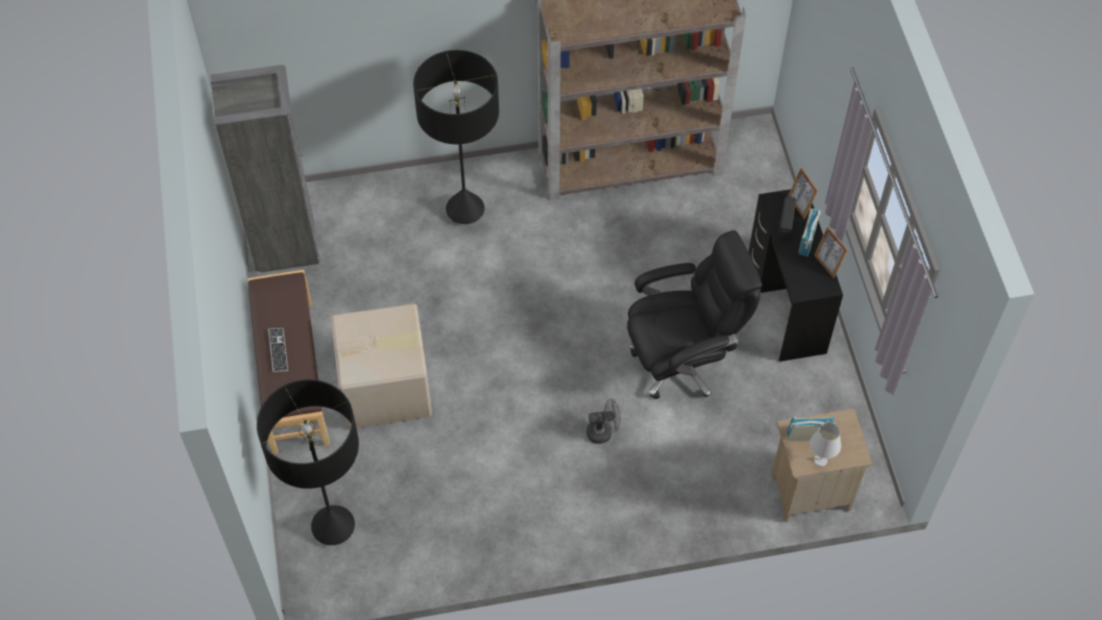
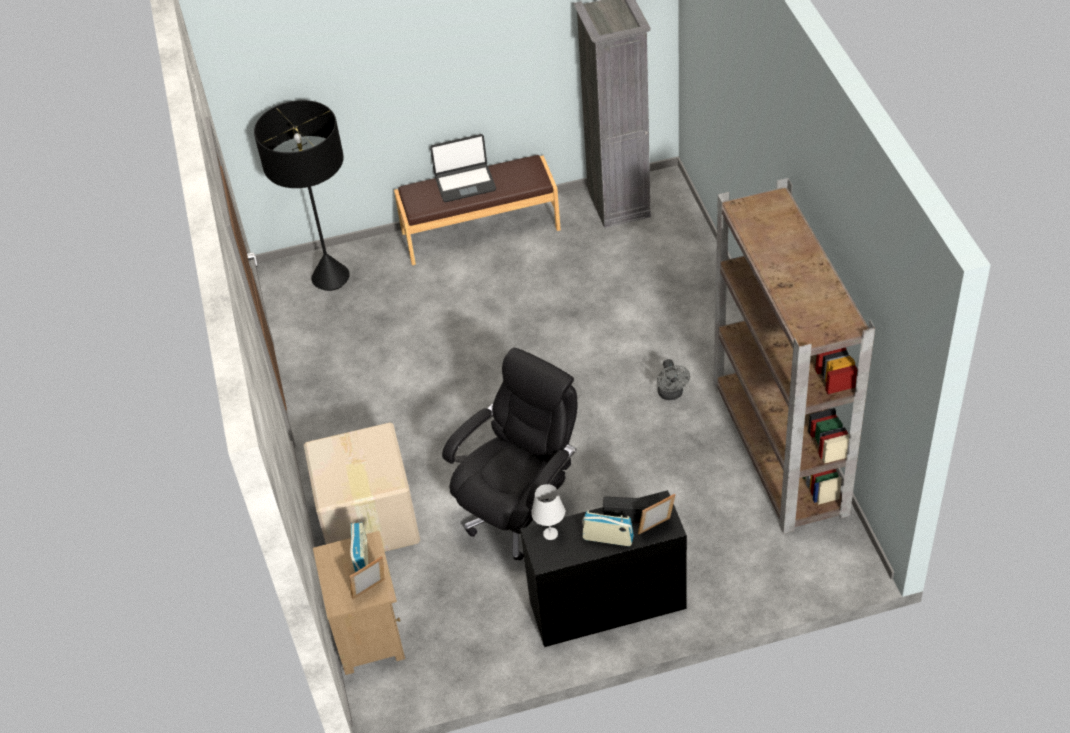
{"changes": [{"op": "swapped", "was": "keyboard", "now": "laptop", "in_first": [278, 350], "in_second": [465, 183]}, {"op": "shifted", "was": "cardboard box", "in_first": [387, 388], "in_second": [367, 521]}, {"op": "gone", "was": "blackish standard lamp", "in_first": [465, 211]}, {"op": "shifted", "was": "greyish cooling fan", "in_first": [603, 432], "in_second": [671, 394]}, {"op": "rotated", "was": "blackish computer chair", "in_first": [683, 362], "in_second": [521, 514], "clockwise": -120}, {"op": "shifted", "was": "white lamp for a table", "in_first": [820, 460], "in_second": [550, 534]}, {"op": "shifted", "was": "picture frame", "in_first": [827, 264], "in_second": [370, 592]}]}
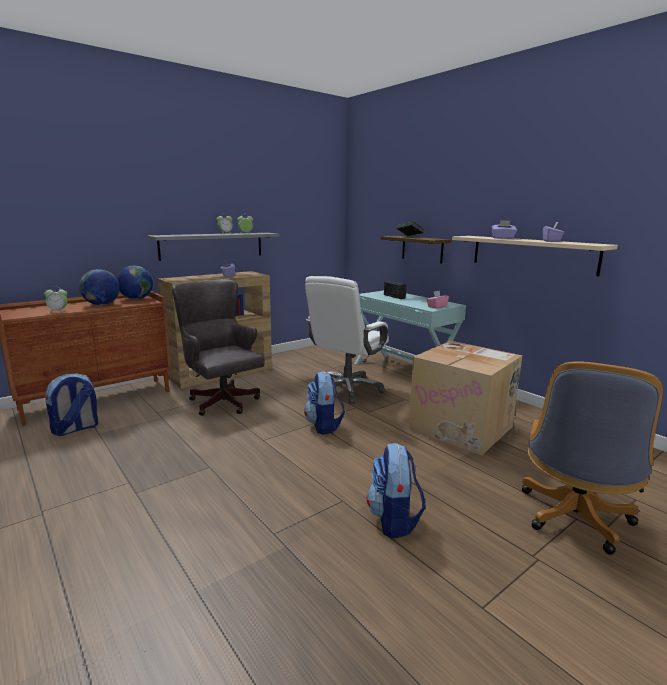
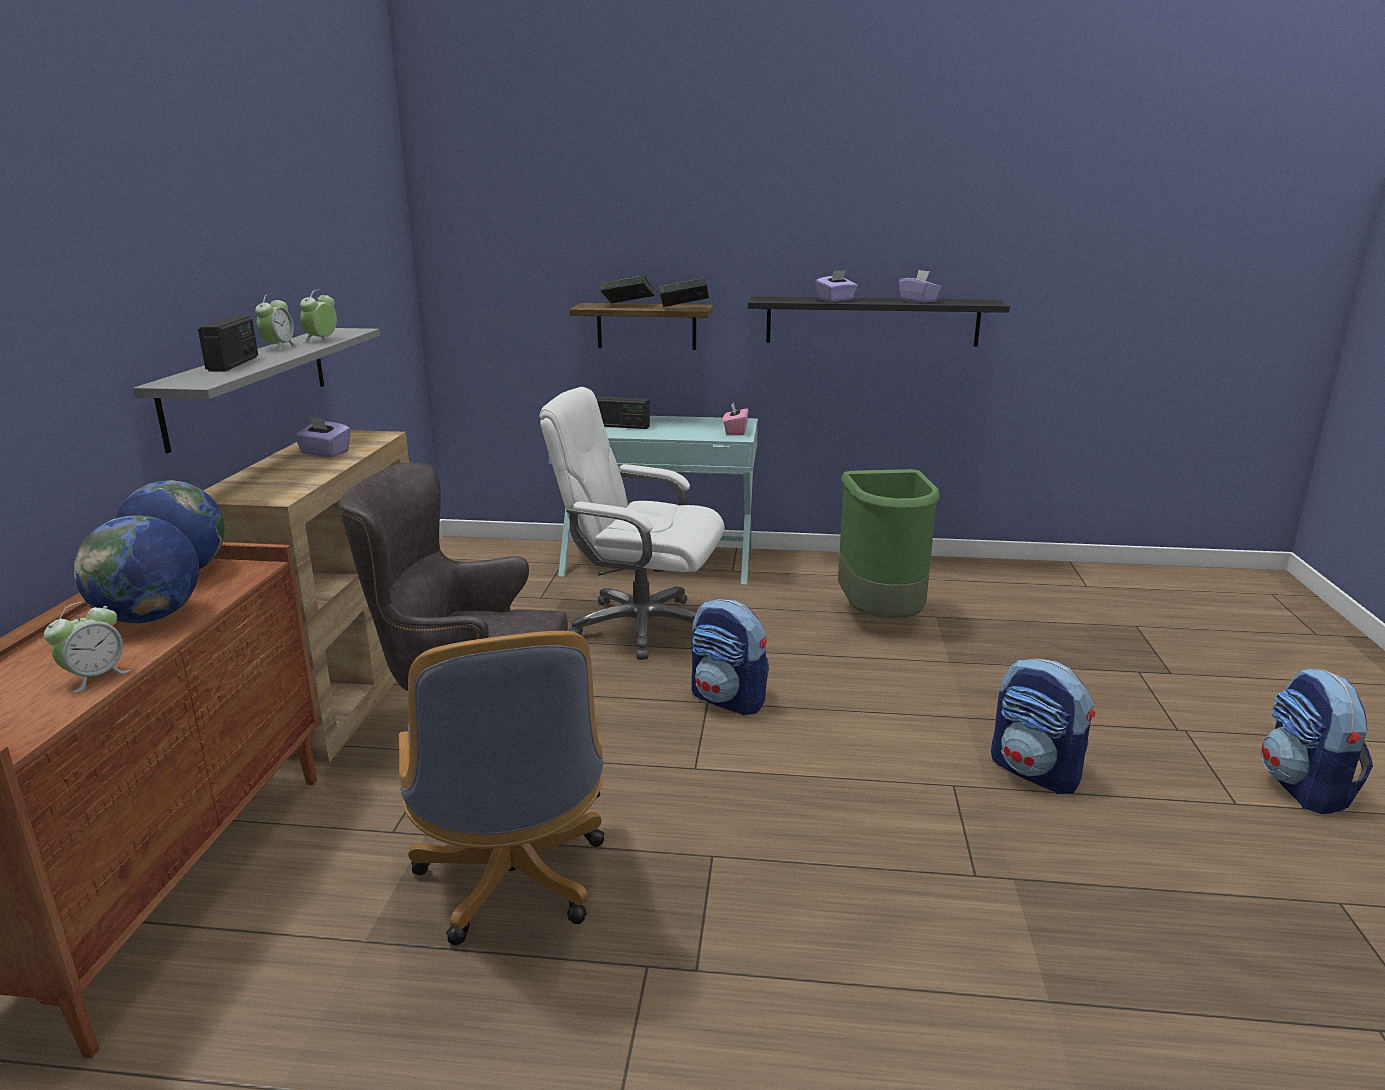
{"changes": [{"op": "shifted", "was": "backpack", "in_first": [75, 429], "in_second": [1304, 788]}, {"op": "rotated", "was": "white computer chair", "in_first": [347, 389], "in_second": [640, 626], "clockwise": 120}, {"op": "swapped", "was": "cardboard box", "now": "greenish waste bin", "in_first": [462, 427], "in_second": [882, 618]}, {"op": "repainted", "was": "beige wall shelf", "now": "blackish wall shelf", "in_first": [532, 254], "in_second": [872, 321]}, {"op": "shifted", "was": "bluish computer chair", "in_first": [574, 522], "in_second": [515, 890]}, {"op": "new", "now": "radio receiver", "in_second": [234, 364]}, {"op": "new", "now": "volume", "in_second": [684, 308]}]}
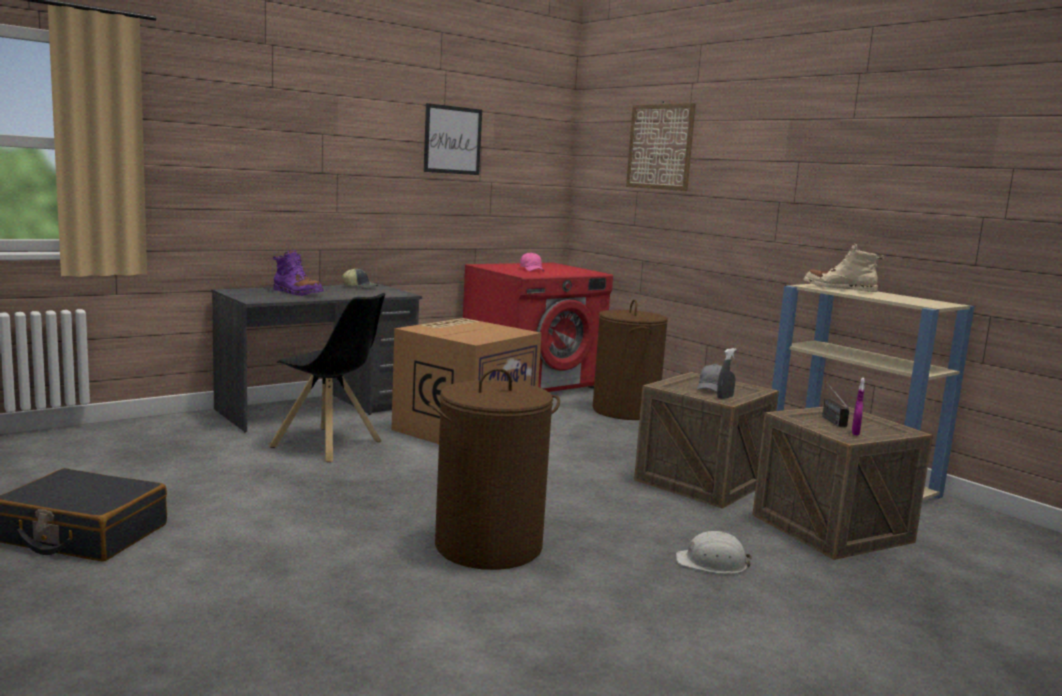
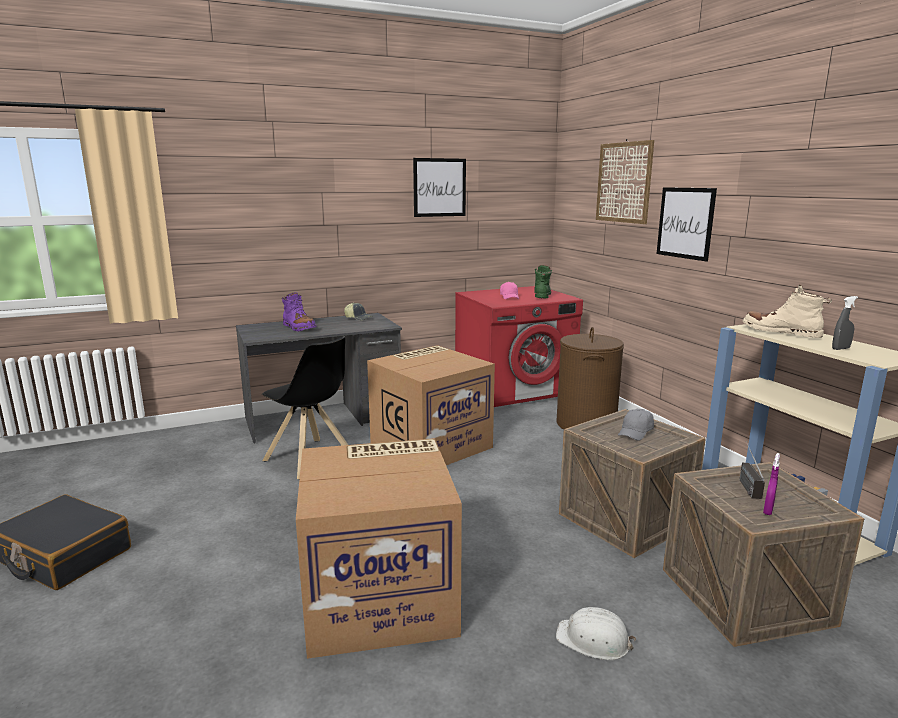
{"changes": [{"op": "swapped", "was": "brownish washing basket", "now": "cardboard box", "in_first": [488, 546], "in_second": [381, 595]}, {"op": "shifted", "was": "greyish spray bottle", "in_first": [724, 397], "in_second": [840, 348]}, {"op": "new", "now": "greenish high-top boot", "in_second": [542, 295]}, {"op": "new", "now": "wall art", "in_second": [685, 223]}]}
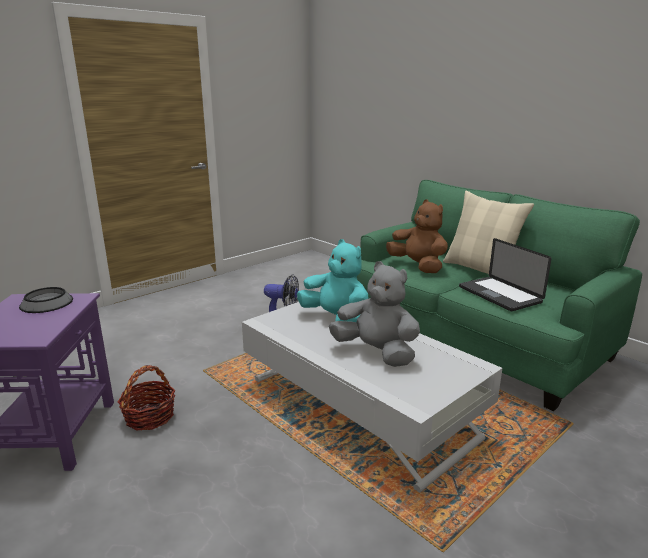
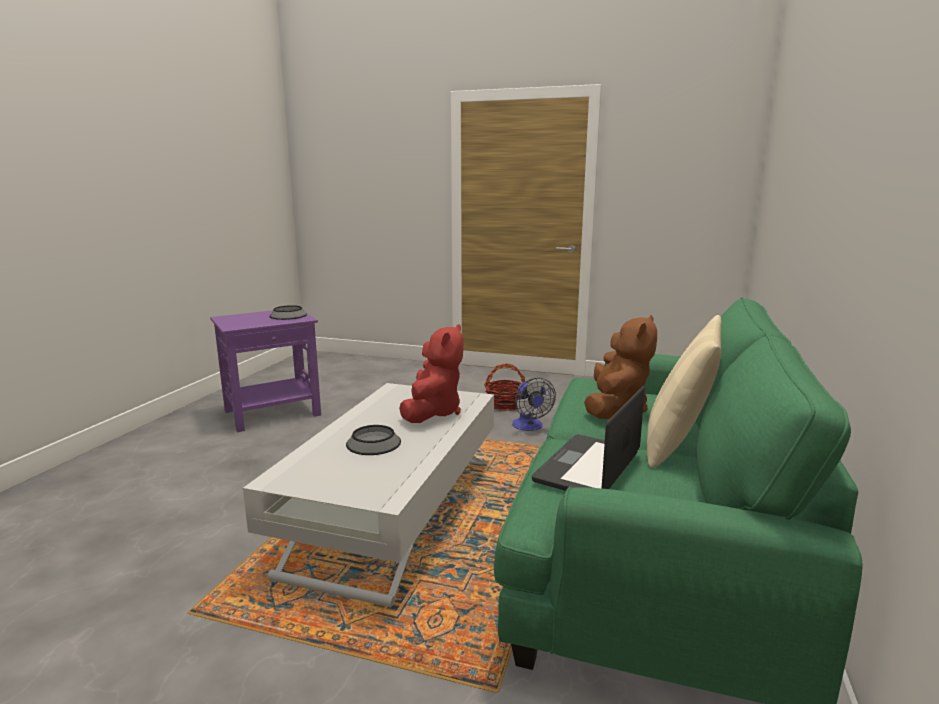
{"changes": [{"op": "shifted", "was": "household basket", "in_first": [150, 416], "in_second": [505, 404]}, {"op": "repainted", "was": "turquoise-coloured soft toy", "now": "reddish soft toy", "in_first": [336, 319], "in_second": [432, 412]}, {"op": "swapped", "was": "greyish soft toy", "now": "deep dish", "in_first": [376, 353], "in_second": [373, 443]}]}
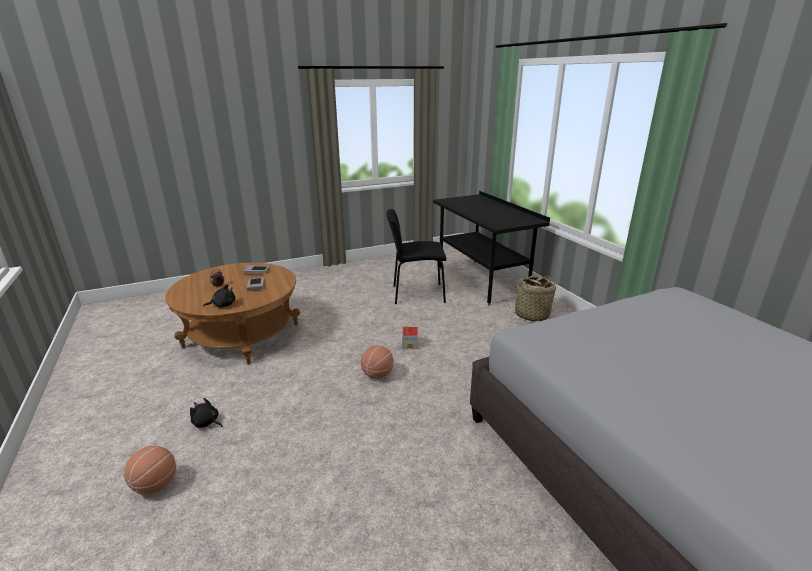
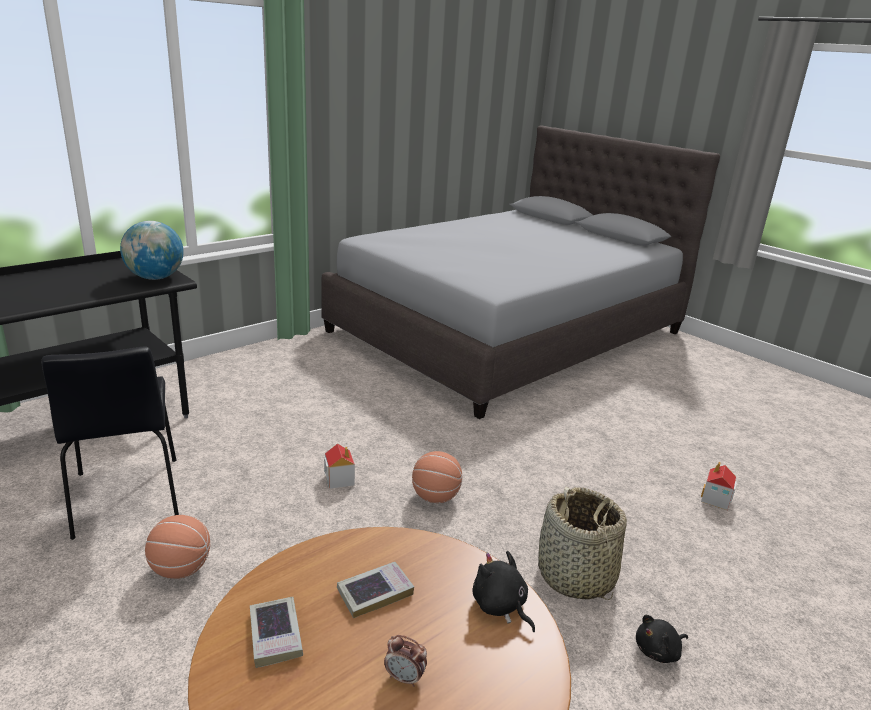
{"changes": [{"op": "shifted", "was": "ball for basketball", "in_first": [156, 485], "in_second": [180, 569]}, {"op": "rotated", "was": "blackish soft toy", "in_first": [207, 423], "in_second": [658, 651], "clockwise": 60}, {"op": "shifted", "was": "household basket", "in_first": [531, 315], "in_second": [576, 576]}, {"op": "new", "now": "world globe", "in_second": [155, 278]}, {"op": "new", "now": "model house", "in_second": [715, 499]}]}
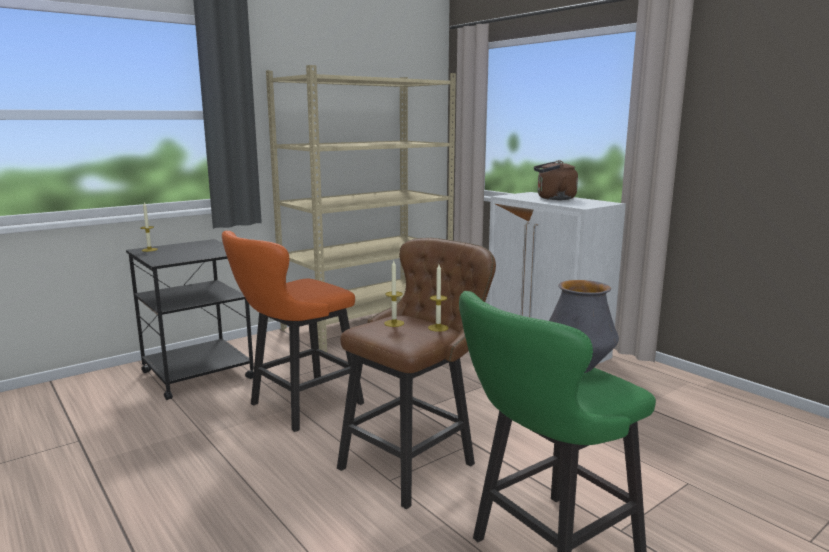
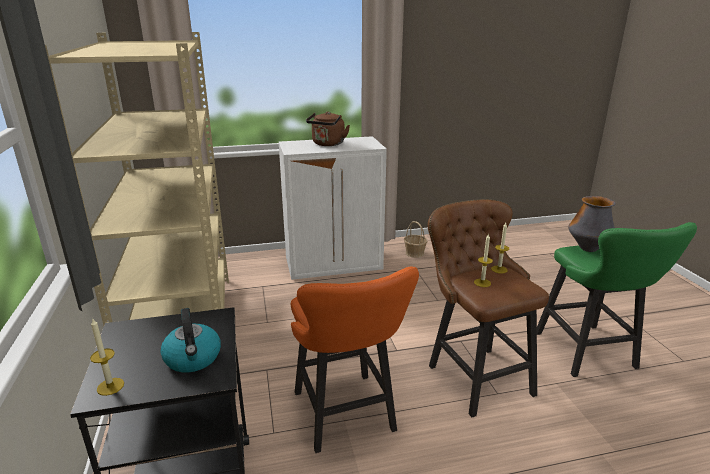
{"changes": [{"op": "new", "now": "kettle", "in_second": [193, 358]}, {"op": "new", "now": "household basket", "in_second": [414, 253]}]}
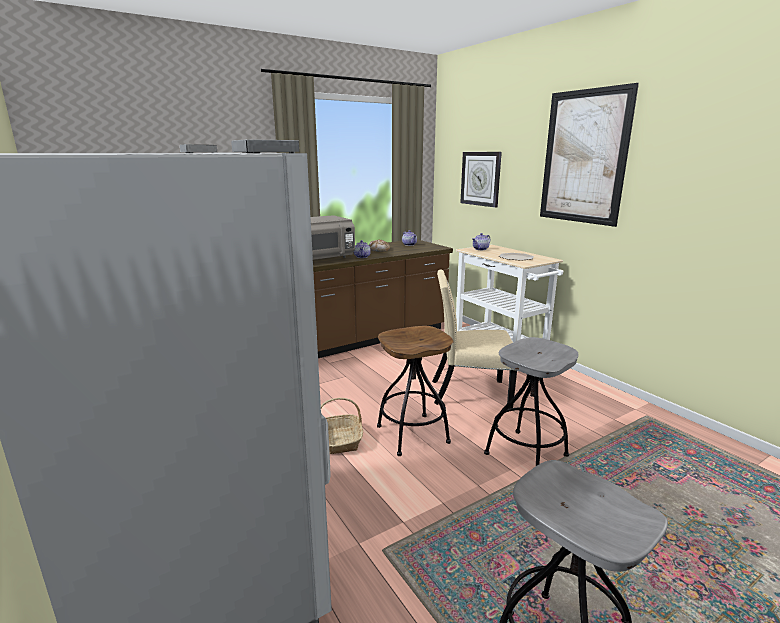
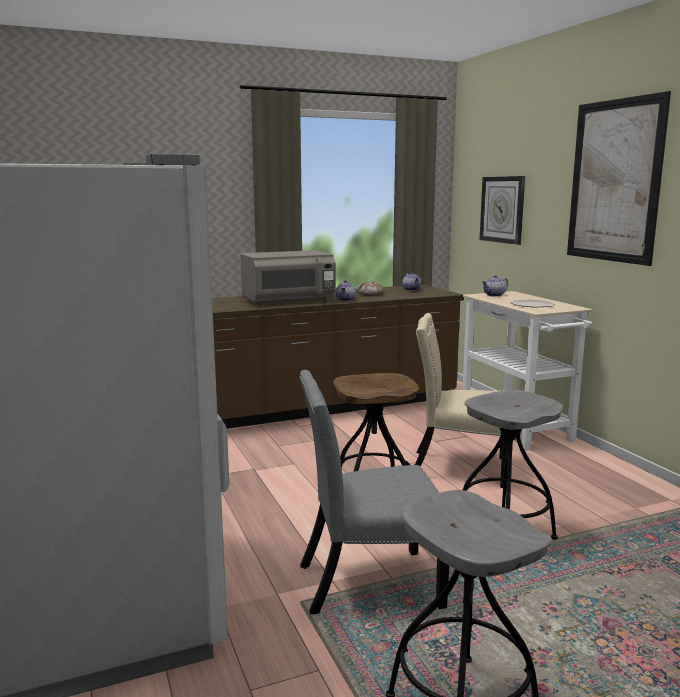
{"changes": [{"op": "gone", "was": "household basket", "in_first": [340, 440]}, {"op": "new", "now": "greyish upright chair", "in_second": [372, 583]}]}
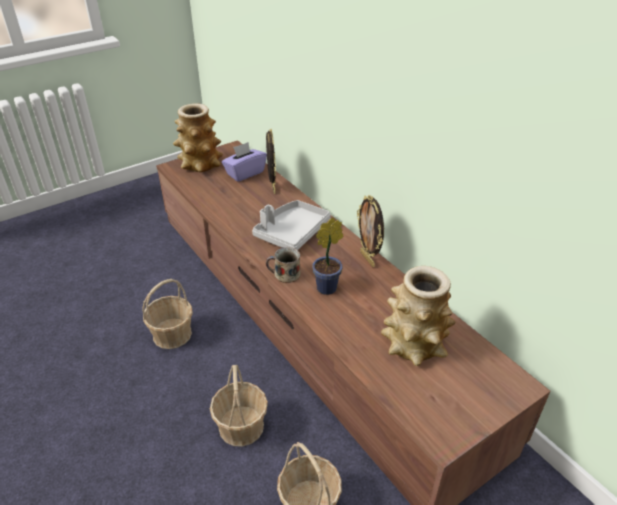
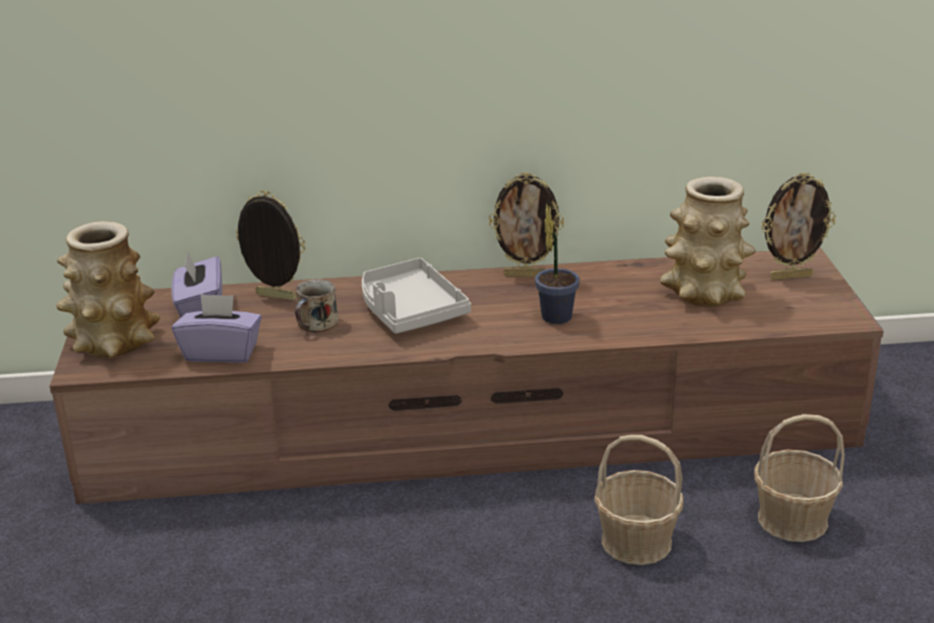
{"changes": [{"op": "gone", "was": "household basket", "in_first": [172, 334]}, {"op": "shifted", "was": "tea mug", "in_first": [285, 274], "in_second": [316, 323]}, {"op": "new", "now": "purple box of tissues", "in_second": [221, 352]}, {"op": "new", "now": "picture frame", "in_second": [791, 277]}]}
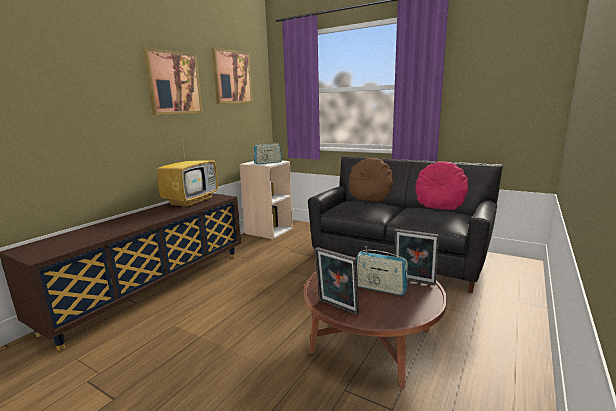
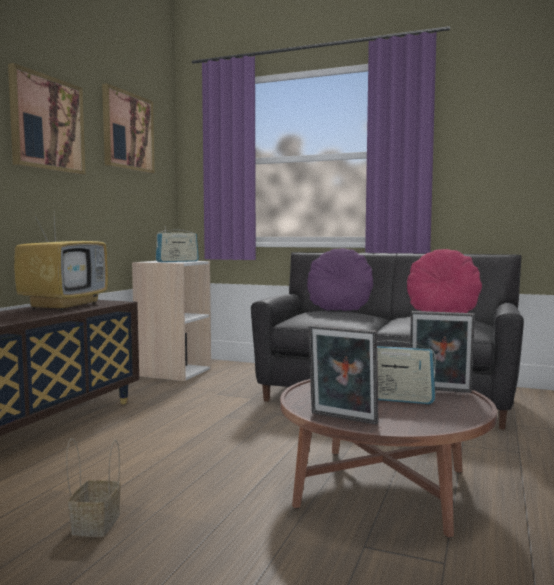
{"changes": [{"op": "repainted", "was": "brownish cushion", "now": "purple cushion", "in_first": [370, 200], "in_second": [339, 310]}, {"op": "new", "now": "household basket", "in_second": [96, 523]}]}
